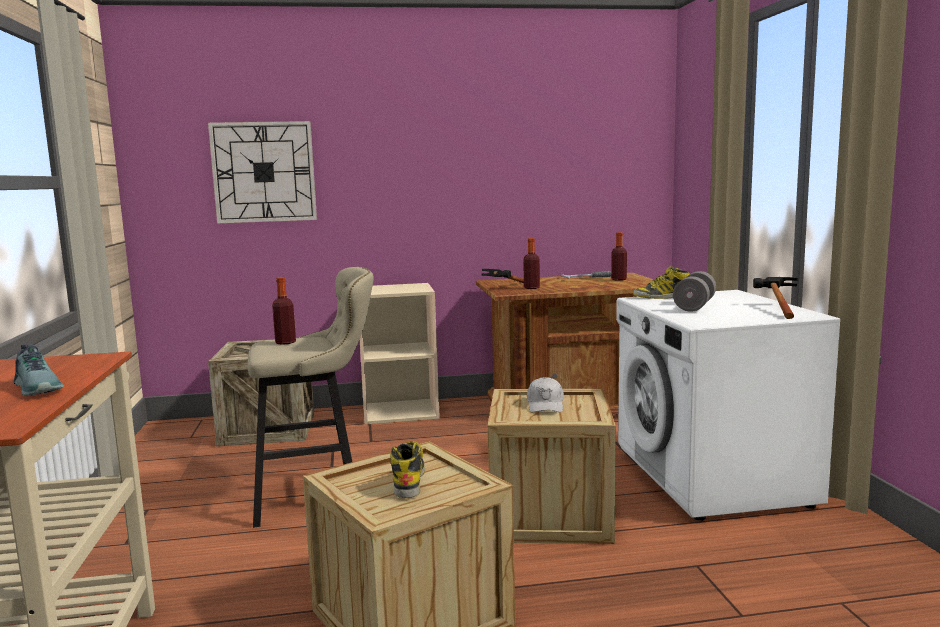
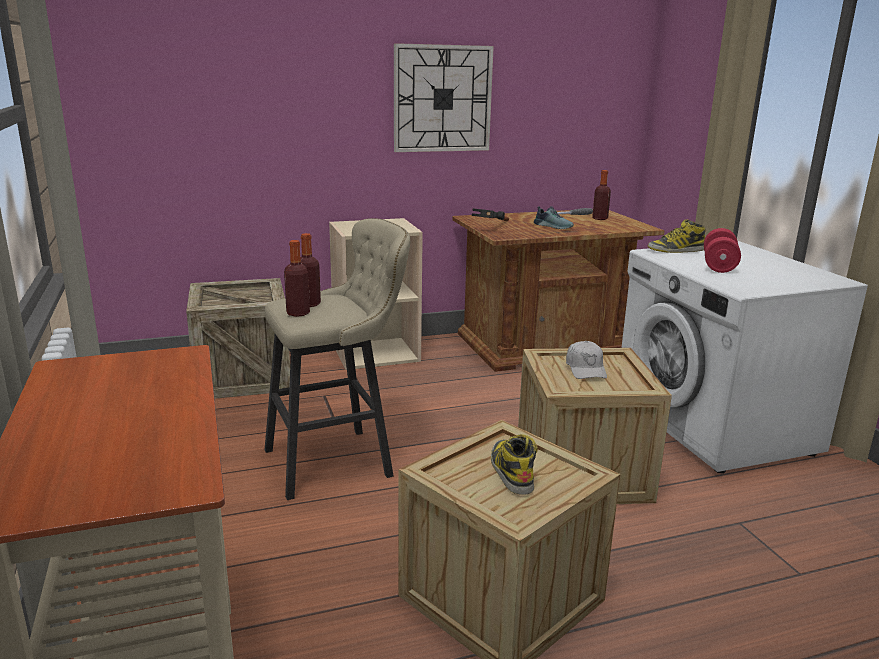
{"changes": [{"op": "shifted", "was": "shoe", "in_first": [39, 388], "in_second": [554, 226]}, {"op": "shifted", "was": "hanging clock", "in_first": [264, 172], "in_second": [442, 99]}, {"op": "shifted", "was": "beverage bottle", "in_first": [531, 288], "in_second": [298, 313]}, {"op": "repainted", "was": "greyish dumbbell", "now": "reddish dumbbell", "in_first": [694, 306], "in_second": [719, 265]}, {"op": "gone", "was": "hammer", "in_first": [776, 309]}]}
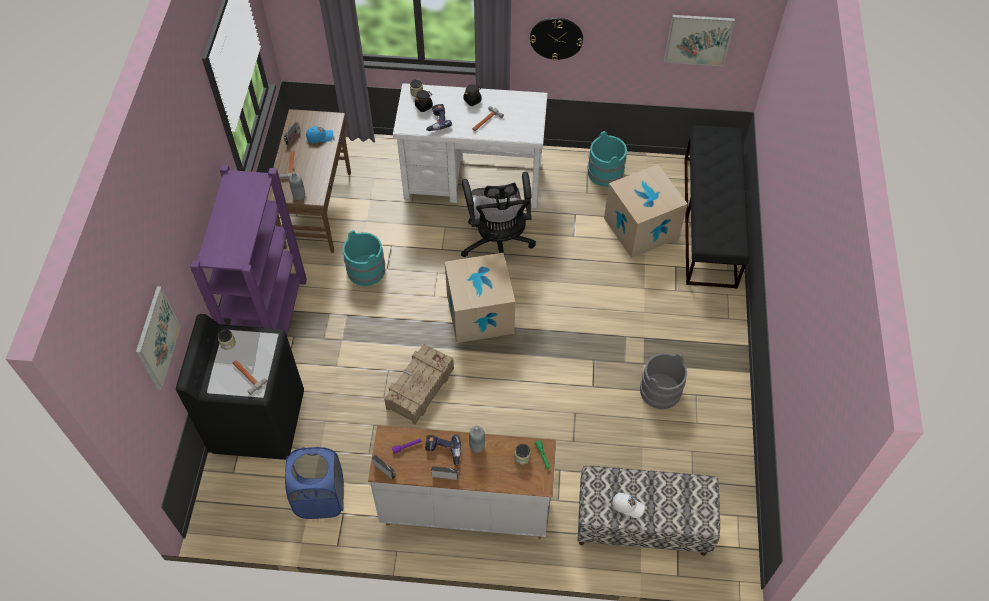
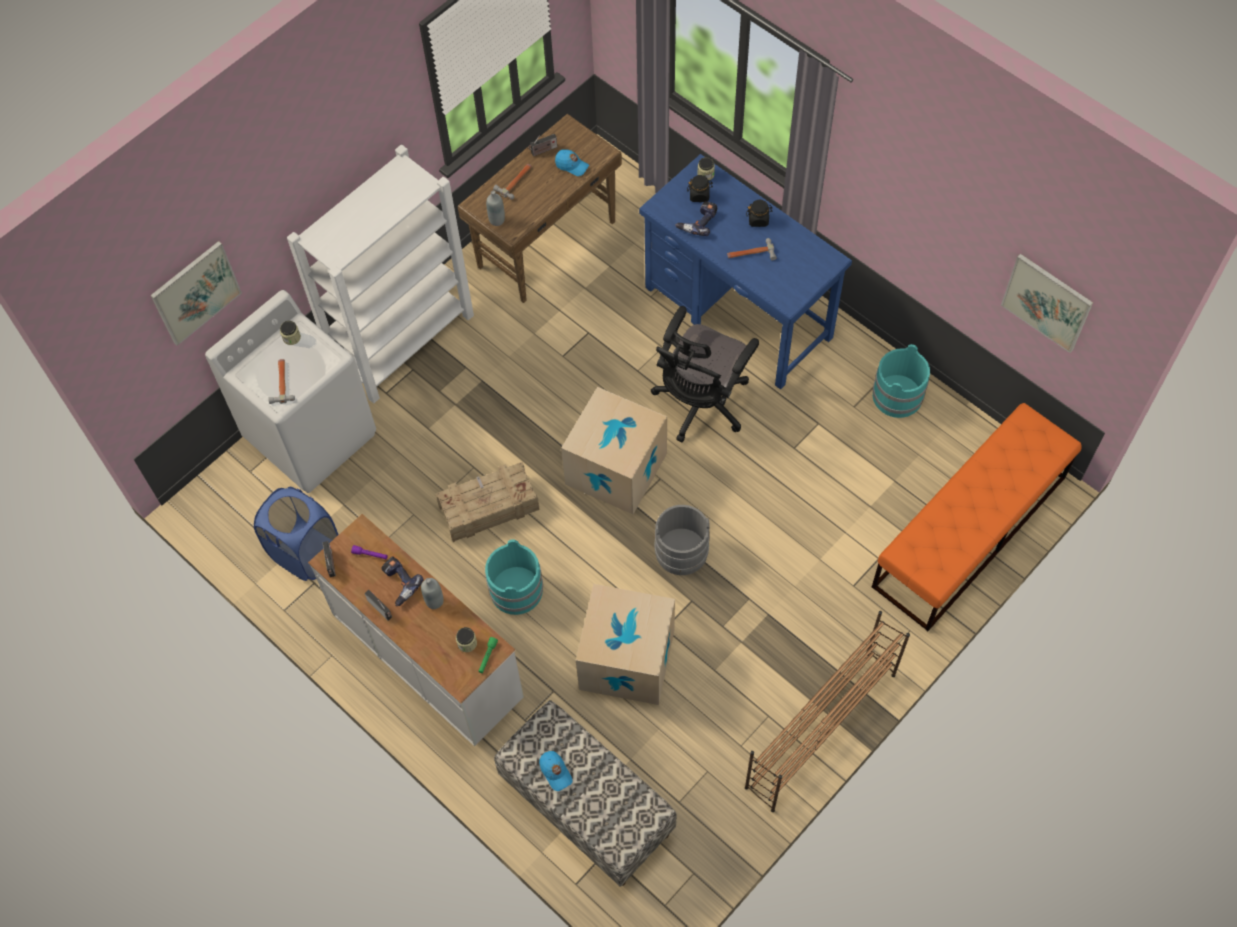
{"changes": [{"op": "repainted", "was": "blackish washing machine", "now": "white washing machine", "in_first": [258, 421], "in_second": [311, 435]}, {"op": "repainted", "was": "purple bookcase", "now": "white bookcase", "in_first": [271, 323], "in_second": [403, 340]}, {"op": "shifted", "was": "turquoise-coloured pail", "in_first": [366, 270], "in_second": [516, 589]}, {"op": "repainted", "was": "white desk", "now": "bluish desk", "in_first": [473, 180], "in_second": [739, 312]}, {"op": "gone", "was": "hanging clock", "in_first": [556, 38]}, {"op": "shifted", "was": "cardboard box", "in_first": [641, 228], "in_second": [627, 659]}, {"op": "repainted", "was": "white cap", "now": "bluish cap", "in_first": [627, 506], "in_second": [555, 772]}, {"op": "shifted", "was": "greyish pail", "in_first": [660, 391], "in_second": [681, 551]}, {"op": "repainted", "was": "blackish long seat", "now": "orange-coloured long seat", "in_first": [709, 221], "in_second": [969, 532]}, {"op": "new", "now": "brownish shoe stand", "in_second": [820, 731]}]}
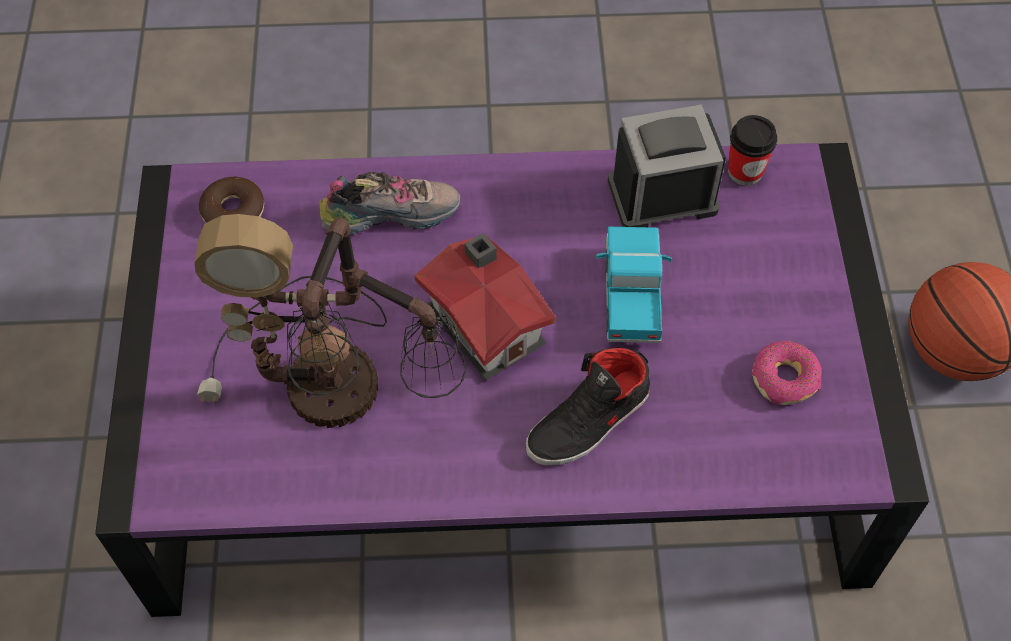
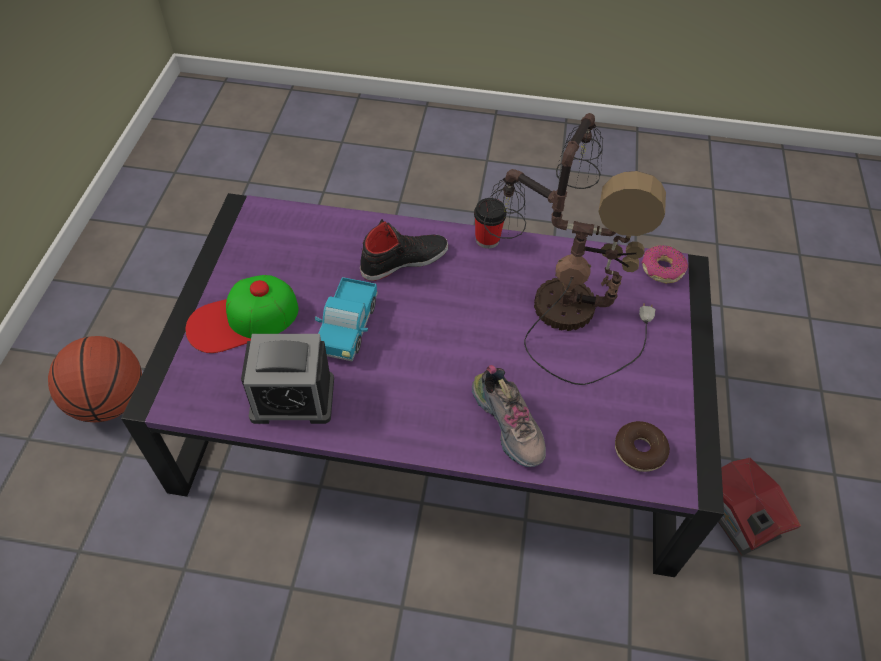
{"changes": [{"op": "rotated", "was": "shoe", "in_first": [391, 213], "in_second": [510, 424], "clockwise": -120}, {"op": "shifted", "was": "model house", "in_first": [486, 323], "in_second": [738, 519]}, {"op": "shifted", "was": "cup", "in_first": [745, 172], "in_second": [487, 239]}, {"op": "shifted", "was": "donut", "in_first": [784, 379], "in_second": [662, 269]}, {"op": "new", "now": "cap", "in_second": [242, 319]}]}
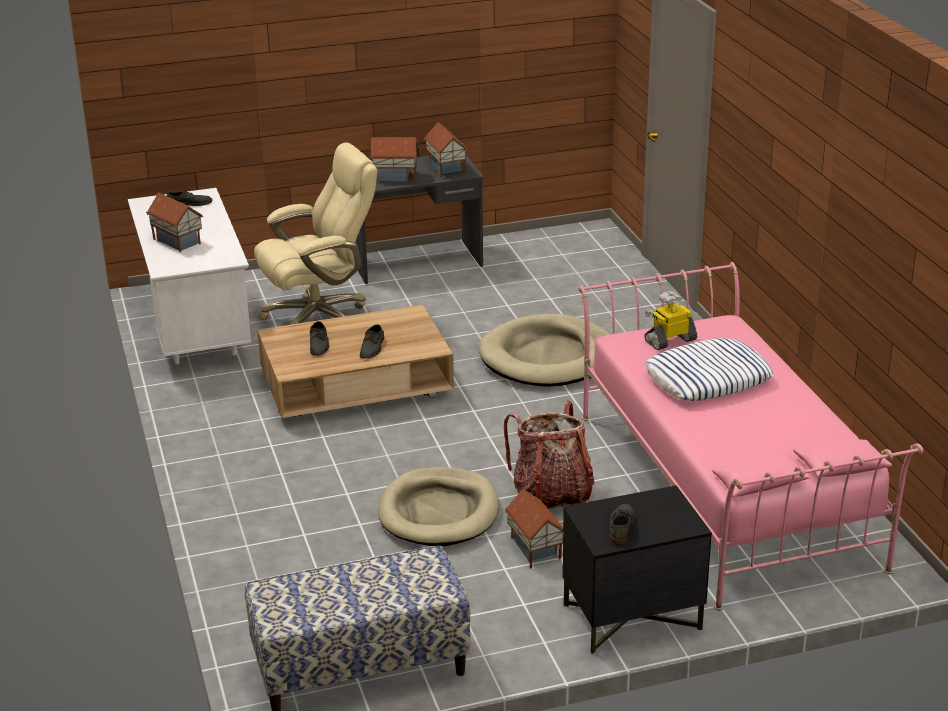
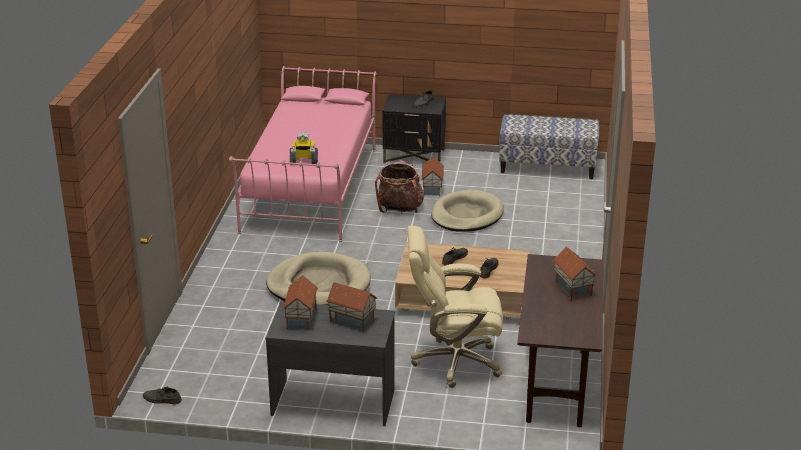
{"changes": [{"op": "repainted", "was": "white desk", "now": "brownish desk", "in_first": [196, 331], "in_second": [557, 379]}, {"op": "shifted", "was": "greyish shoe", "in_first": [188, 203], "in_second": [162, 399]}, {"op": "gone", "was": "cushion", "in_first": [707, 378]}]}
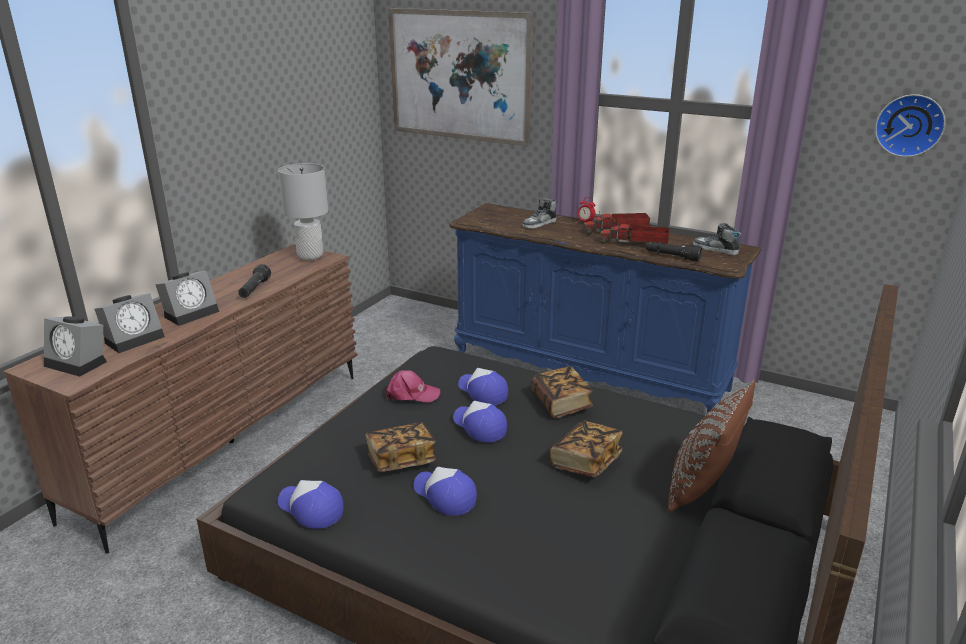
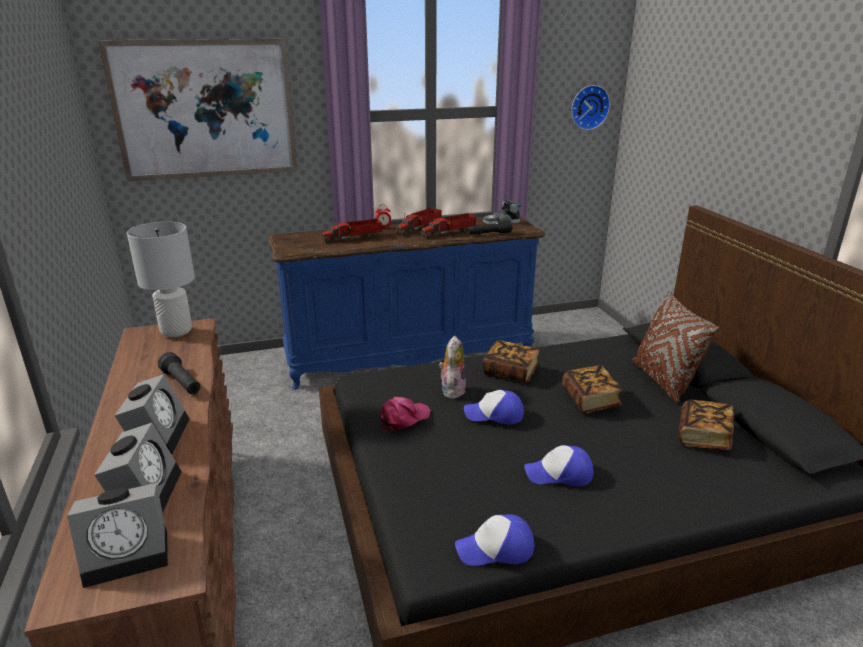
{"changes": [{"op": "shifted", "was": "volume", "in_first": [401, 459], "in_second": [703, 437]}, {"op": "swapped", "was": "cap", "now": "soft toy", "in_first": [482, 392], "in_second": [452, 390]}, {"op": "swapped", "was": "shoe", "now": "toy lorry", "in_first": [539, 224], "in_second": [354, 238]}]}
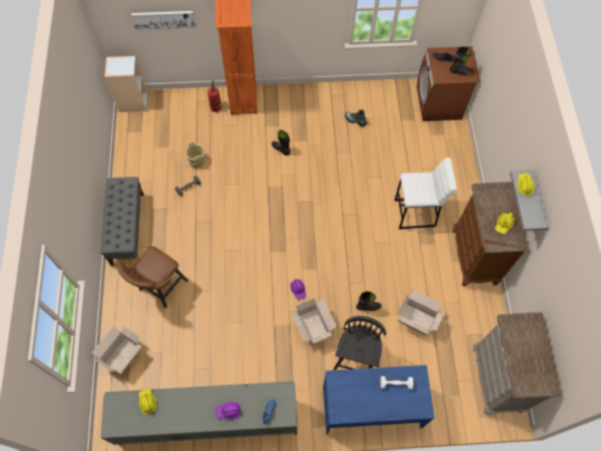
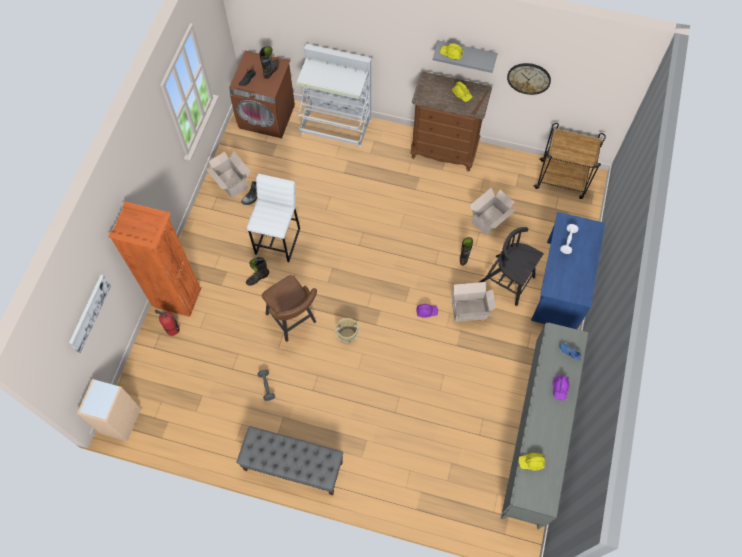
{"changes": [{"op": "shifted", "was": "cardboard box", "in_first": [124, 355], "in_second": [231, 182]}, {"op": "shifted", "was": "brownish sitting stool", "in_first": [160, 289], "in_second": [294, 322]}, {"op": "shifted", "was": "beige pail", "in_first": [197, 161], "in_second": [347, 335]}, {"op": "shifted", "was": "white sitting stool", "in_first": [416, 213], "in_second": [278, 240]}, {"op": "swapped", "was": "beige chest of drawers", "now": "brownish trolley", "in_first": [495, 379], "in_second": [562, 179]}, {"op": "new", "now": "white shoe stand", "in_second": [335, 128]}, {"op": "new", "now": "hanging clock", "in_second": [529, 78]}]}
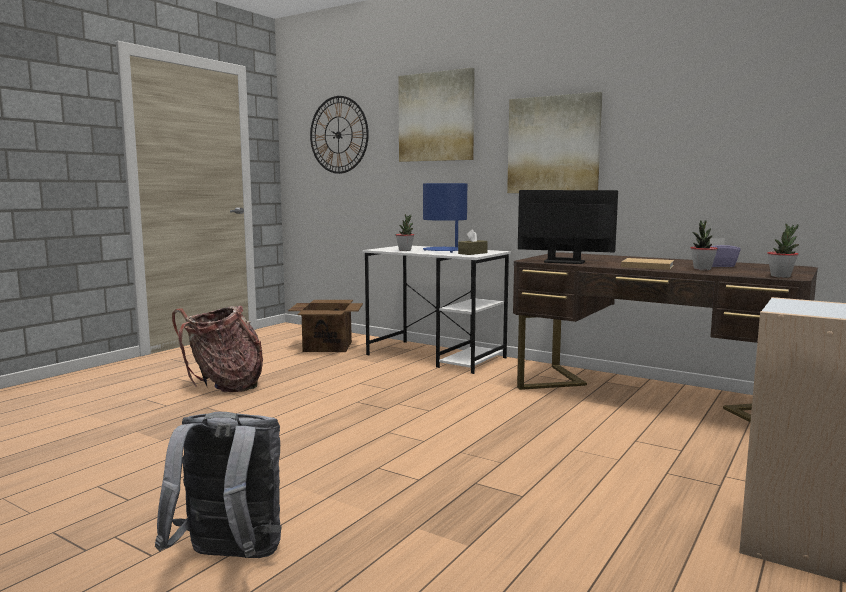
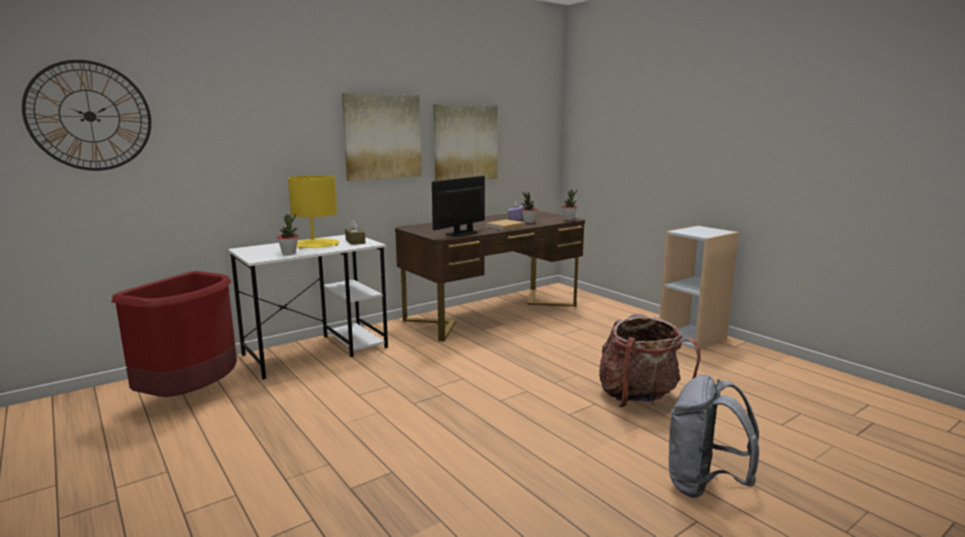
{"changes": [{"op": "shifted", "was": "backpack", "in_first": [224, 386], "in_second": [639, 398]}, {"op": "swapped", "was": "cardboard box", "now": "reddish waste bin", "in_first": [328, 346], "in_second": [193, 394]}, {"op": "shifted", "was": "wall art", "in_first": [436, 117], "in_second": [465, 143]}, {"op": "repainted", "was": "bluish lamp for a table", "now": "yellowish lamp for a table", "in_first": [445, 250], "in_second": [316, 244]}]}
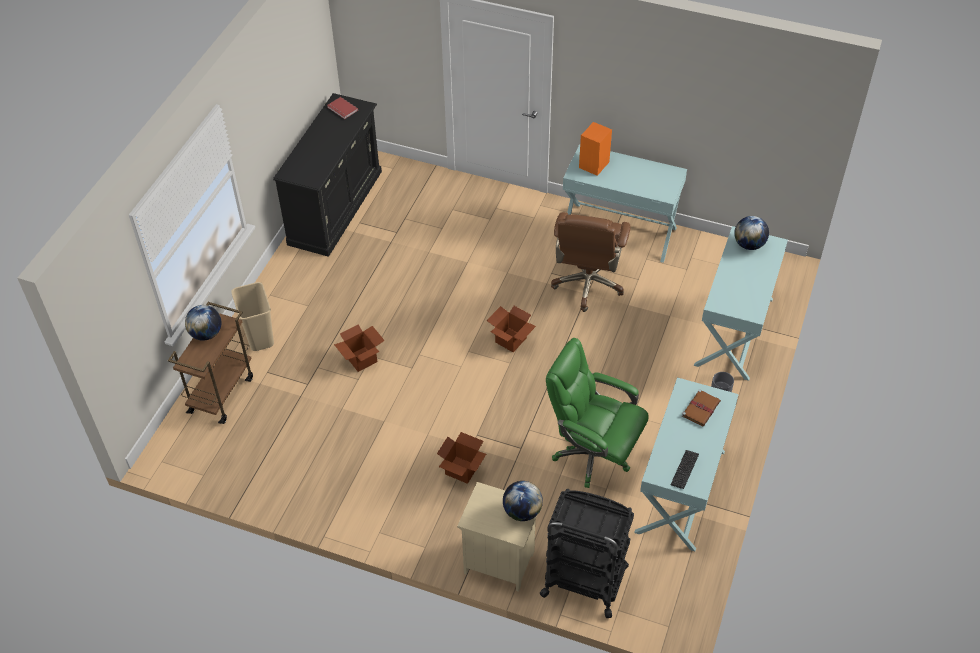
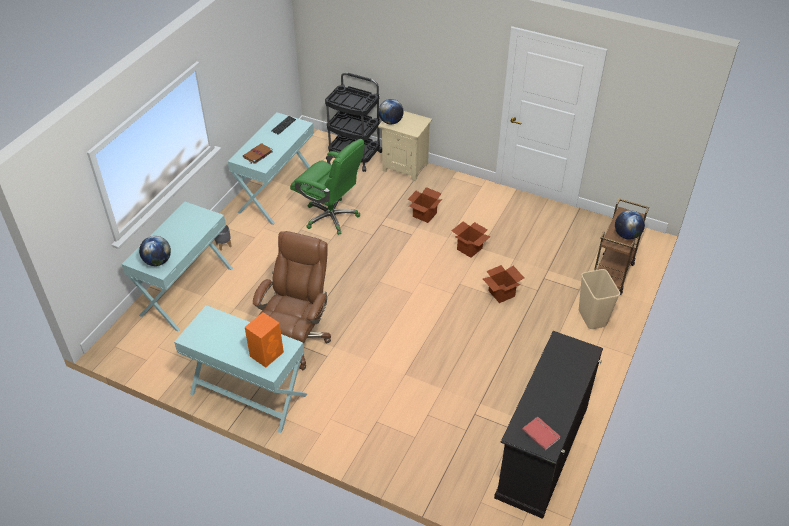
{"changes": [{"op": "shifted", "was": "cardboard box", "in_first": [510, 340], "in_second": [469, 249]}]}
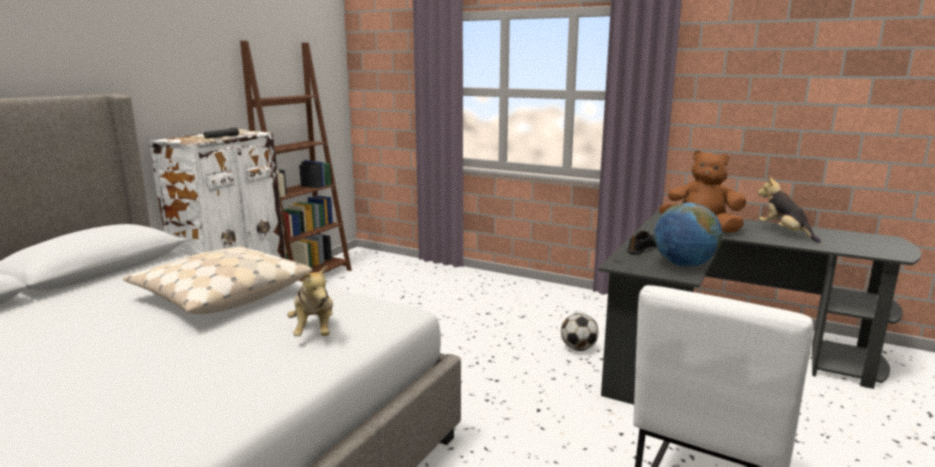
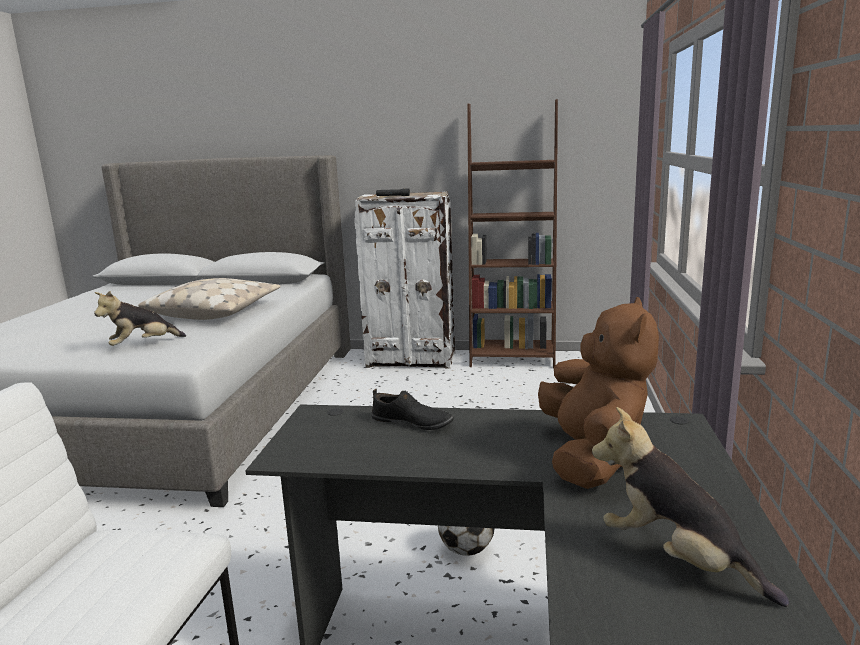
{"changes": [{"op": "gone", "was": "world globe", "in_first": [684, 265]}, {"op": "rotated", "was": "soft toy", "in_first": [785, 233], "in_second": [676, 559], "clockwise": -90}]}
